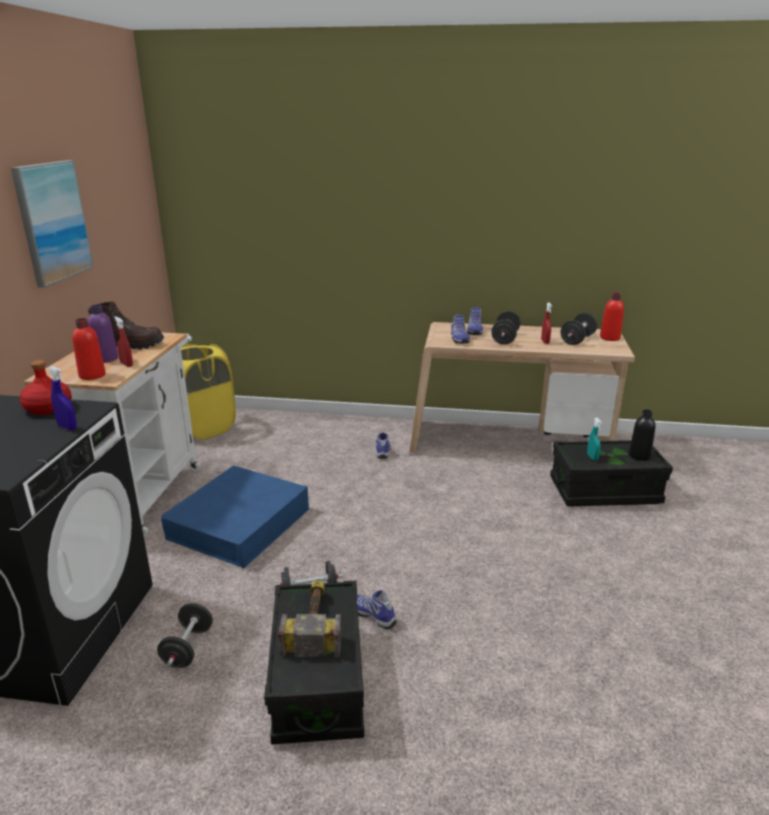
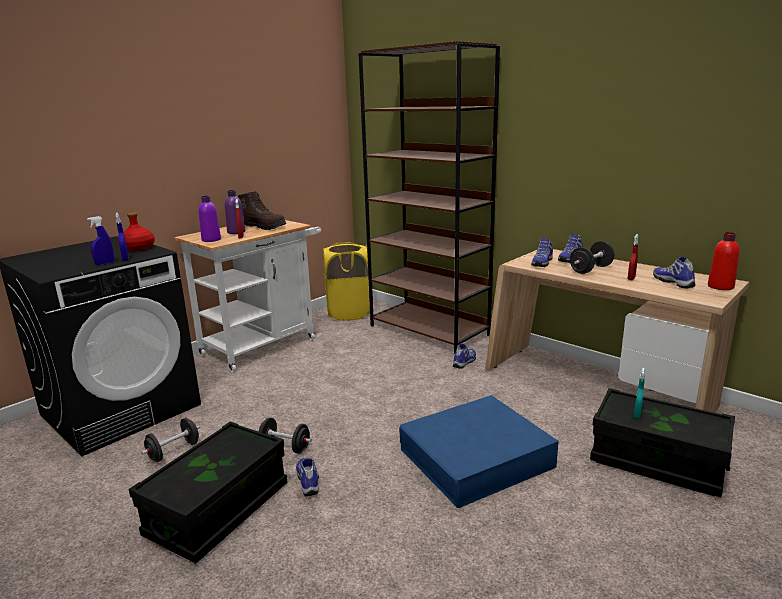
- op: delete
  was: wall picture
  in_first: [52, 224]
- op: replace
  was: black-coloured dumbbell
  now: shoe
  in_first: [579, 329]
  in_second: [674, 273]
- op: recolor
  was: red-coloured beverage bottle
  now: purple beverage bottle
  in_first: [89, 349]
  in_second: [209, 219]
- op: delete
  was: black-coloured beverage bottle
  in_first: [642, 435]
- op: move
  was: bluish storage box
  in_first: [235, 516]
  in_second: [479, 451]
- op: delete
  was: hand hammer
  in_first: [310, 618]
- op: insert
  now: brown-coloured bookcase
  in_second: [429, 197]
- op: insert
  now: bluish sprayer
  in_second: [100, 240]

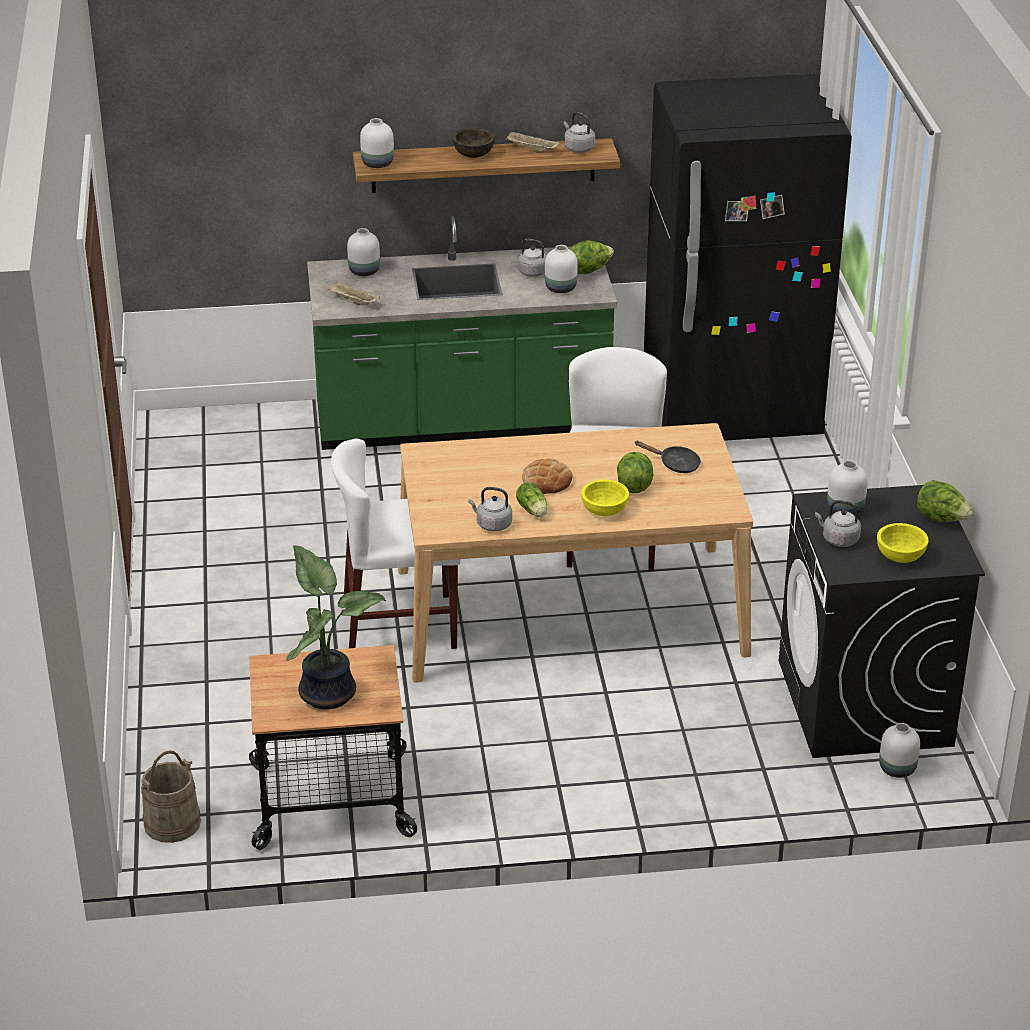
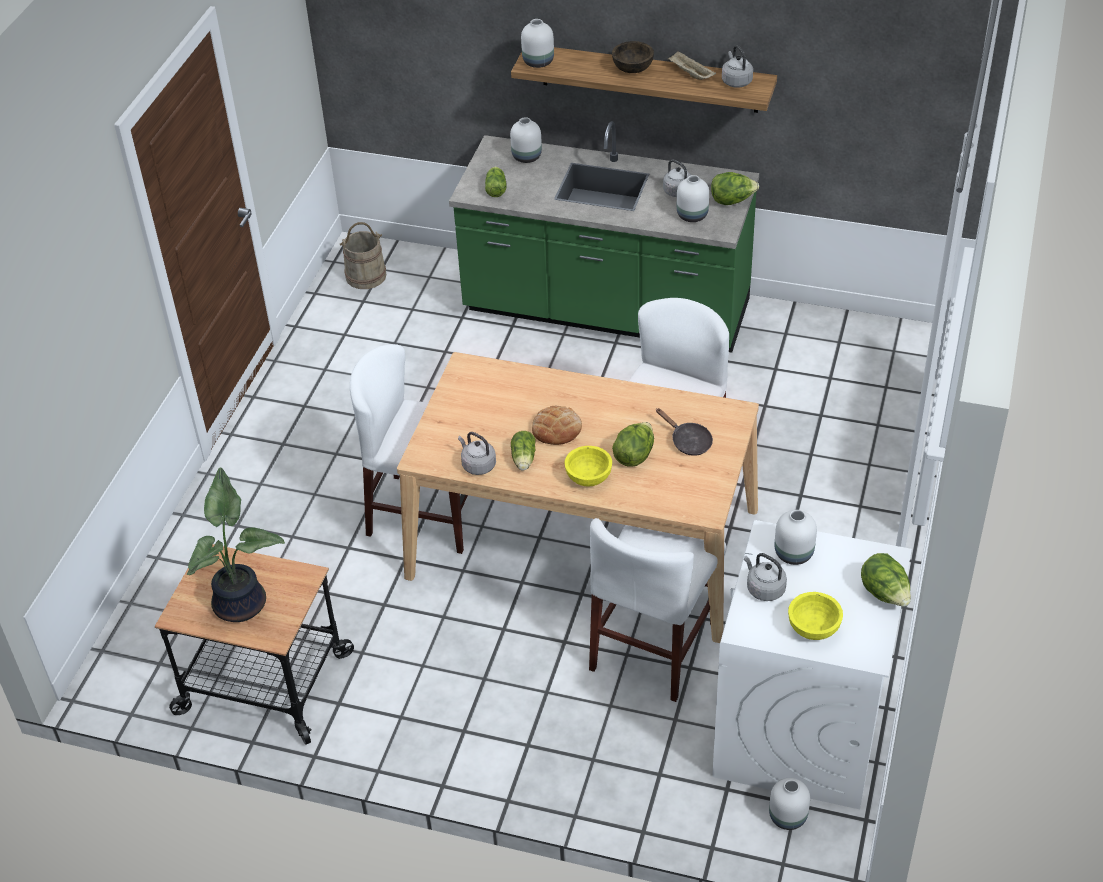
- op: delete
  was: black-coloured fridge
  in_first: [748, 257]
- op: replace
  was: beige-coloured serving tray
  now: head of lettuce
  in_first: [354, 293]
  in_second: [496, 182]
- op: recolor
  was: black-coloured laundry machine
  now: whitish laundry machine
  in_first: [881, 621]
  in_second: [812, 664]
- op: move
  was: beige-coloured pail
  in_first: [171, 796]
  in_second: [363, 255]
- op: insert
  now: whitish chair
  in_second: [657, 610]

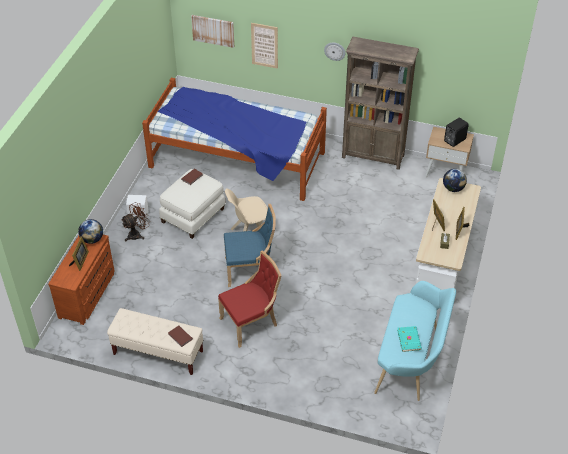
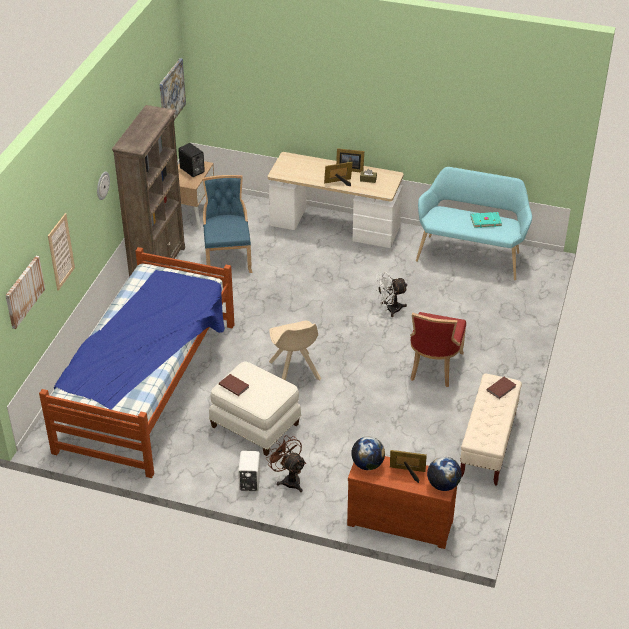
- op: move
  was: desk globe
  in_first: [455, 180]
  in_second: [444, 474]
- op: move
  was: bluish chair
  in_first: [250, 245]
  in_second: [227, 224]
- op: rotate
  was: red-coloured chair
  in_first: [250, 299]
  in_second: [438, 349]
  clockwise: -135
- op: insert
  now: wall picture
  in_second: [172, 89]
- op: insert
  now: whitish fan
  in_second: [392, 294]

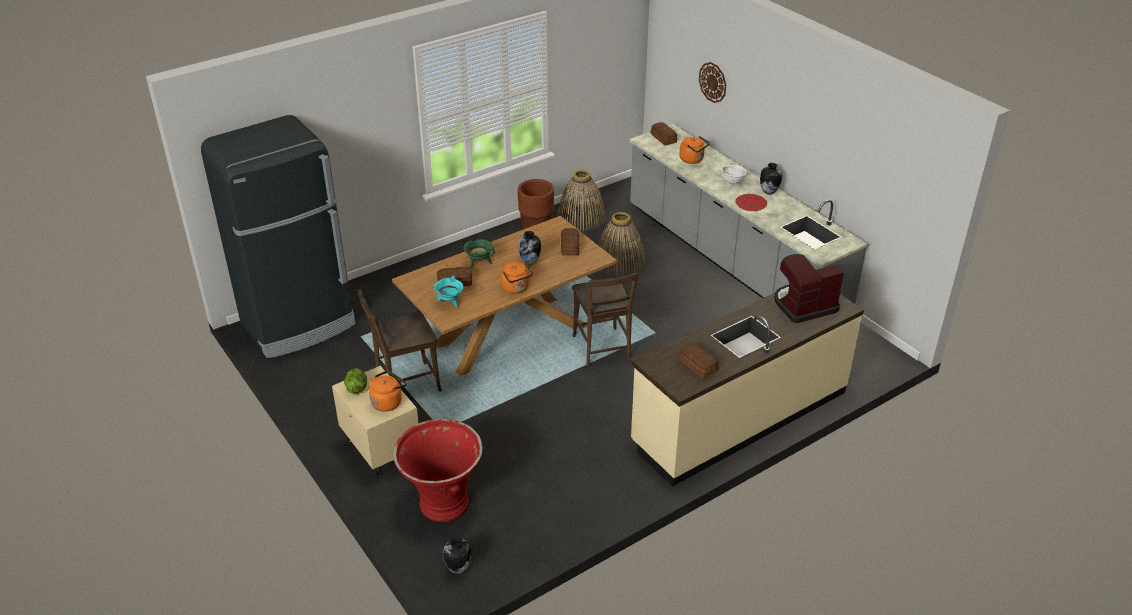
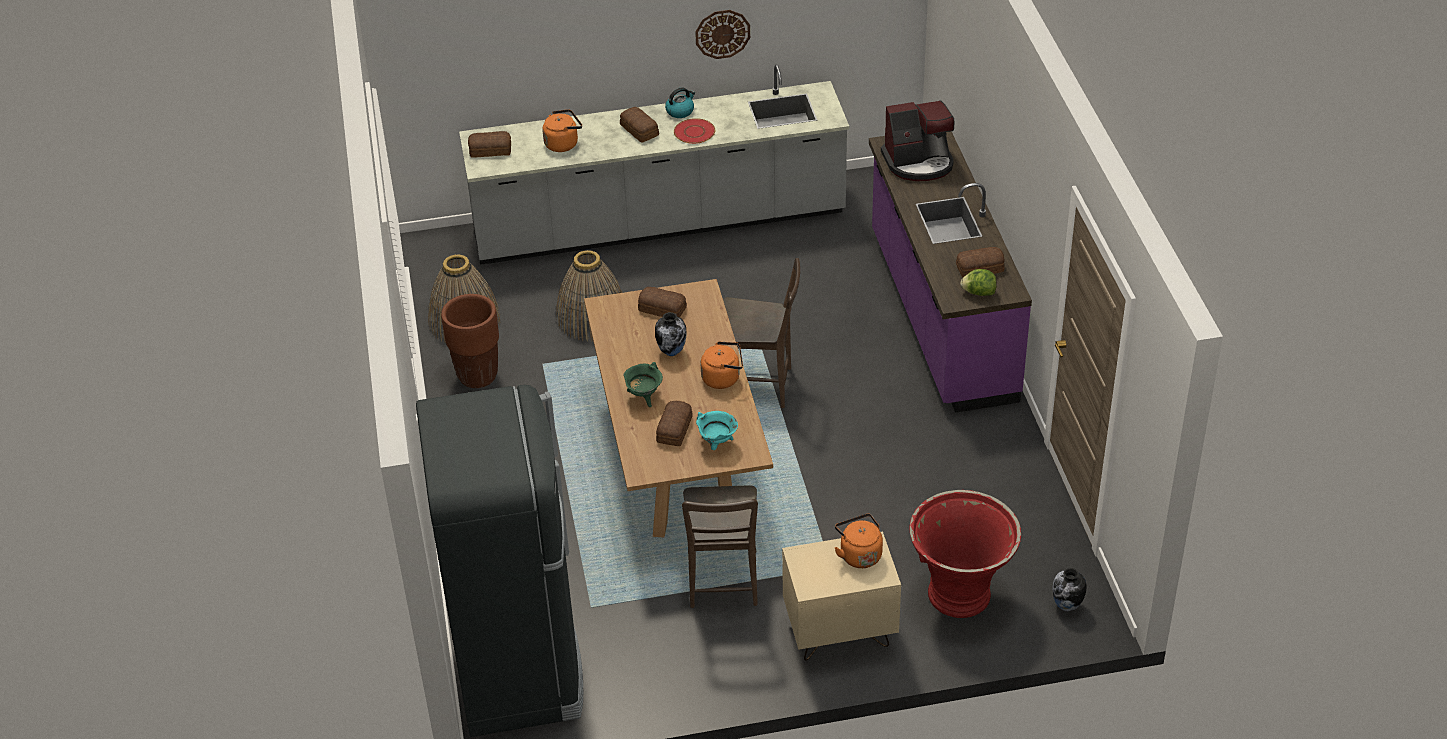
- op: move
  was: hanging clock
  in_first: [712, 82]
  in_second: [722, 34]
- op: replace
  was: decorative vase
  now: water kettle
  in_first: [771, 179]
  in_second: [680, 102]
- op: replace
  was: whitish deep dish
  now: baked bread
  in_first: [733, 174]
  in_second: [639, 125]
- op: rotate
  was: coffee maker
  in_first: [809, 288]
  in_second: [918, 140]
  clockwise: -105
- op: recolor
  was: beige-coloured kitchen counter
  now: purple kitchen counter
  in_first: [747, 390]
  in_second: [950, 272]
- op: move
  was: head of lettuce
  in_first: [355, 381]
  in_second: [978, 282]

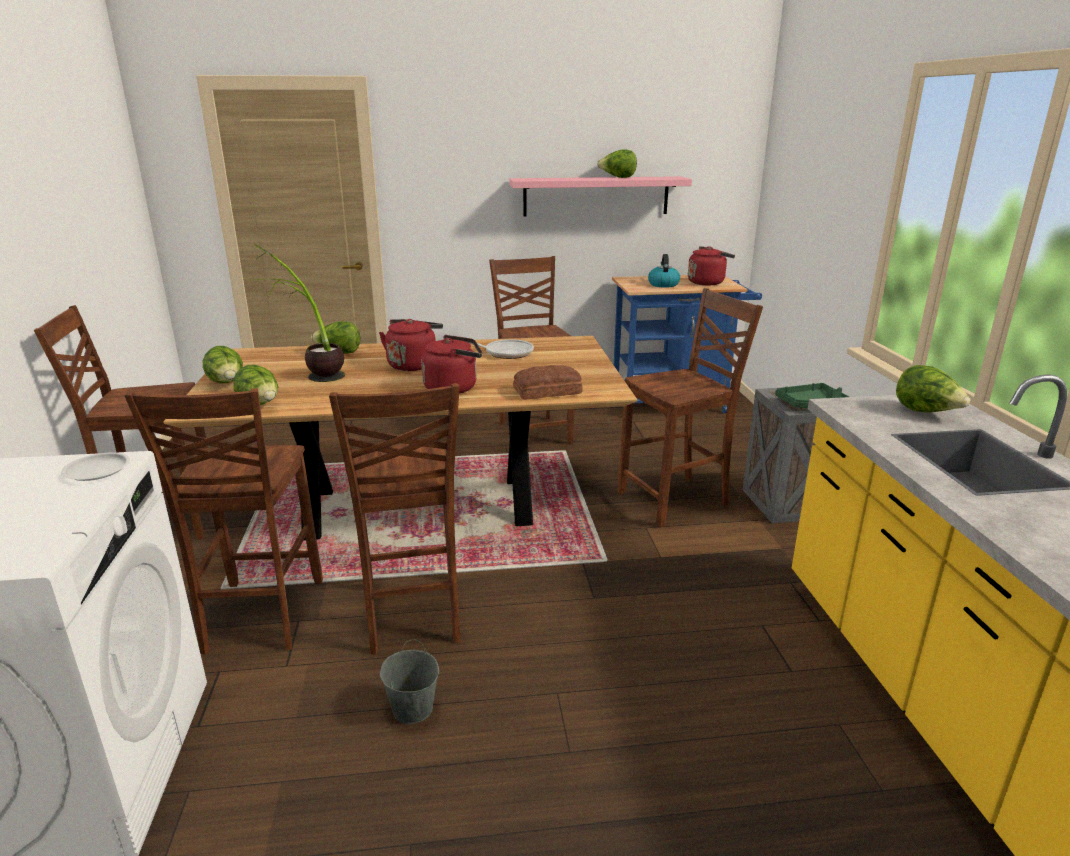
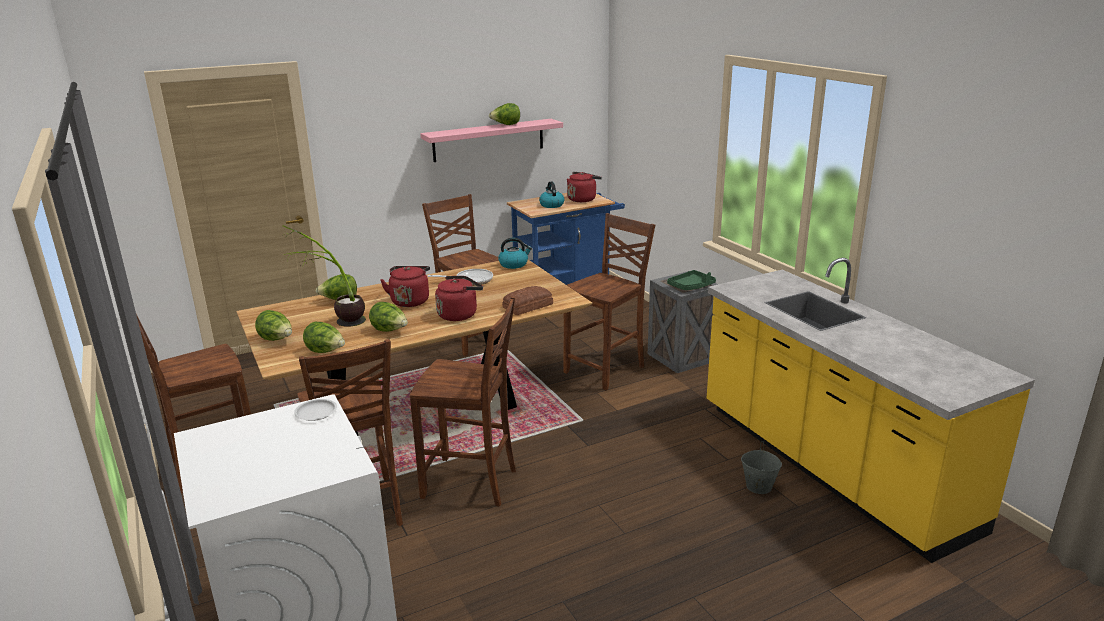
- op: move
  was: head of lettuce
  in_first: [933, 388]
  in_second: [388, 317]
- op: rotate
  was: brown-coloured chair
  in_first: [395, 519]
  in_second: [463, 401]
  clockwise: -45
- op: move
  was: grey pail
  in_first: [409, 681]
  in_second: [761, 467]
- op: insert
  now: water kettle
  in_second: [515, 253]

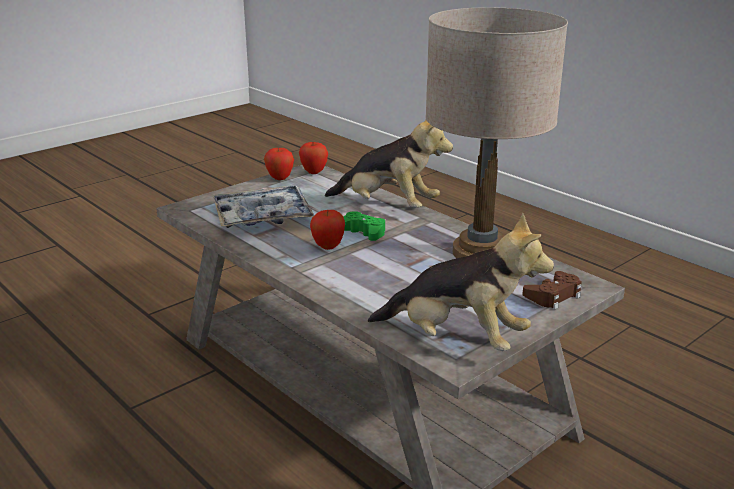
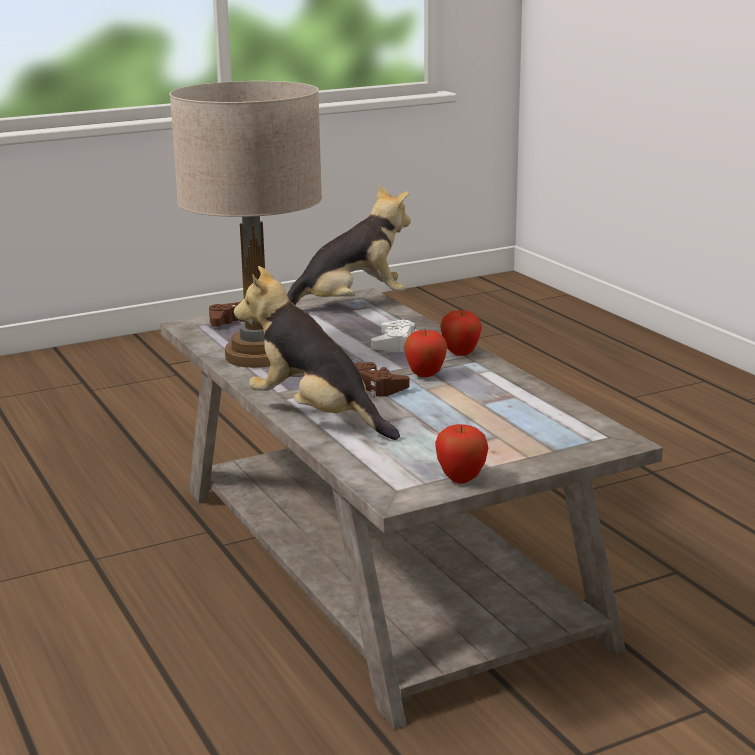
- op: move
  was: apple fruit
  in_first: [313, 158]
  in_second: [461, 332]
- op: delete
  was: serving tray
  in_first: [263, 207]
- op: recolor
  was: green-coloured game controller
  now: brown-coloured game controller
  in_first: [364, 226]
  in_second: [381, 380]
- op: rotate
  was: plush toy
  in_first: [461, 282]
  in_second: [349, 245]
  clockwise: 120
- op: insert
  now: whitish game controller
  in_second: [393, 336]

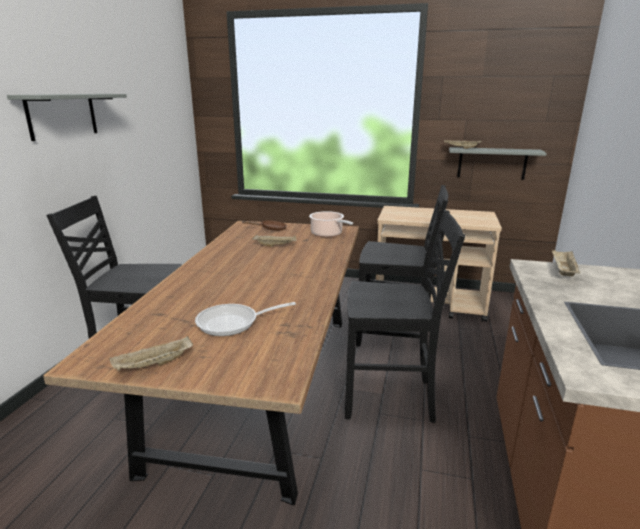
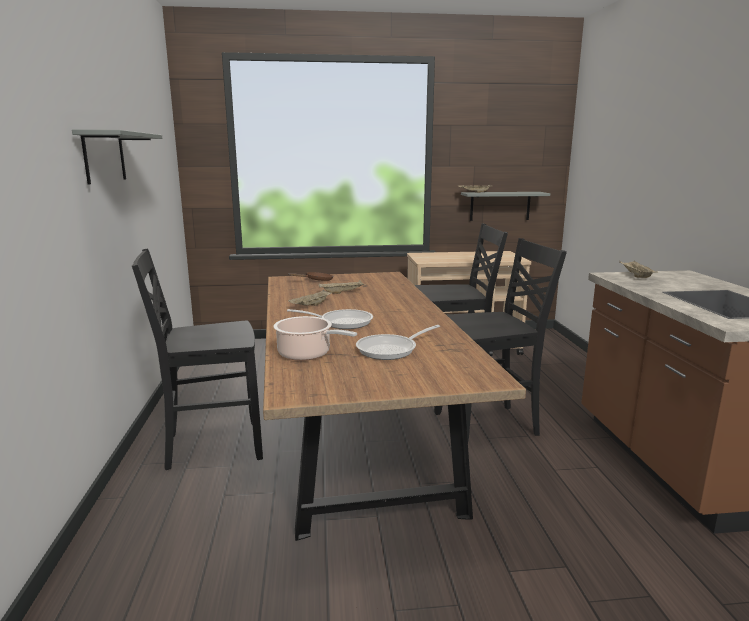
- op: move
  was: cooking pot
  in_first: [331, 224]
  in_second: [315, 338]
- op: move
  was: beige-coloured serving tray
  in_first: [151, 353]
  in_second: [310, 298]
- op: insert
  now: skillet
  in_second: [330, 319]

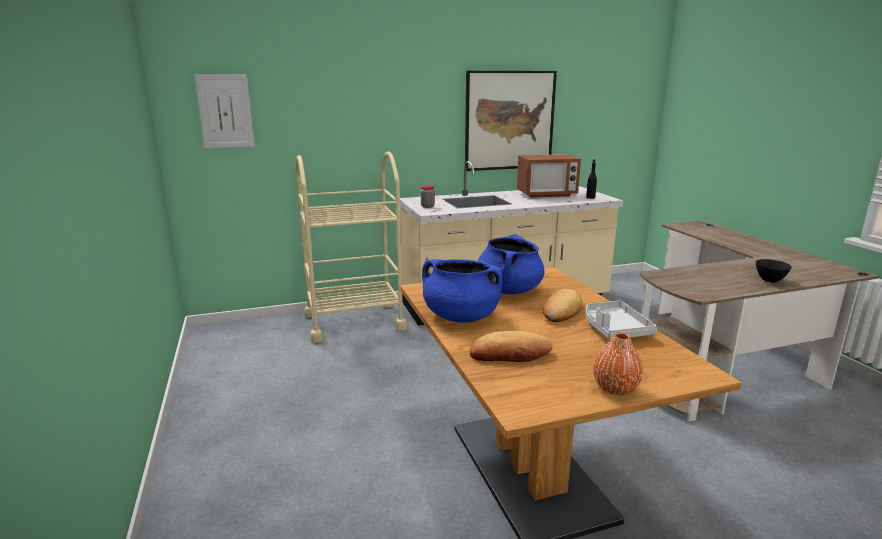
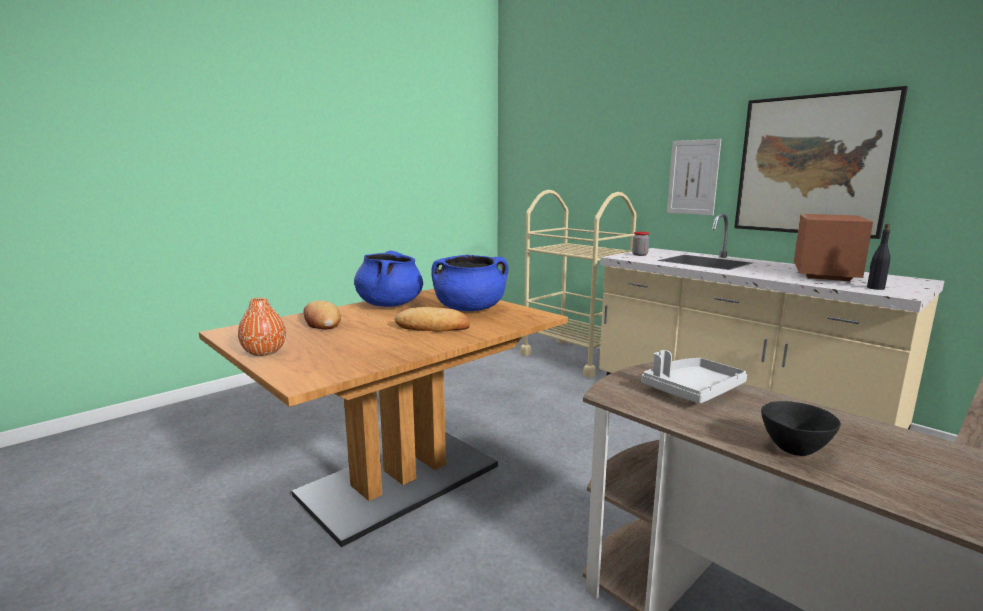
- op: move
  was: wall picture
  in_first: [224, 111]
  in_second: [694, 177]
- op: rotate
  was: kitchen microwave
  in_first: [549, 176]
  in_second: [833, 247]
  clockwise: -120
- op: move
  was: grey serving tray
  in_first: [621, 320]
  in_second: [694, 377]

